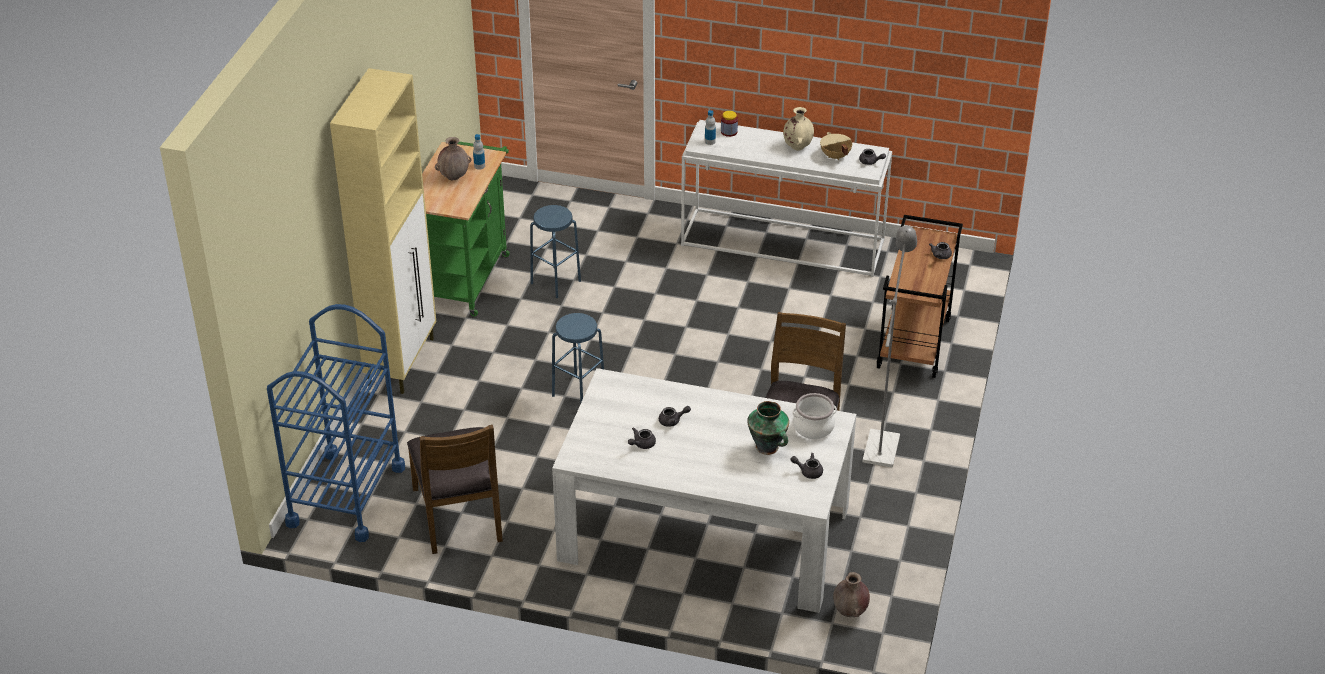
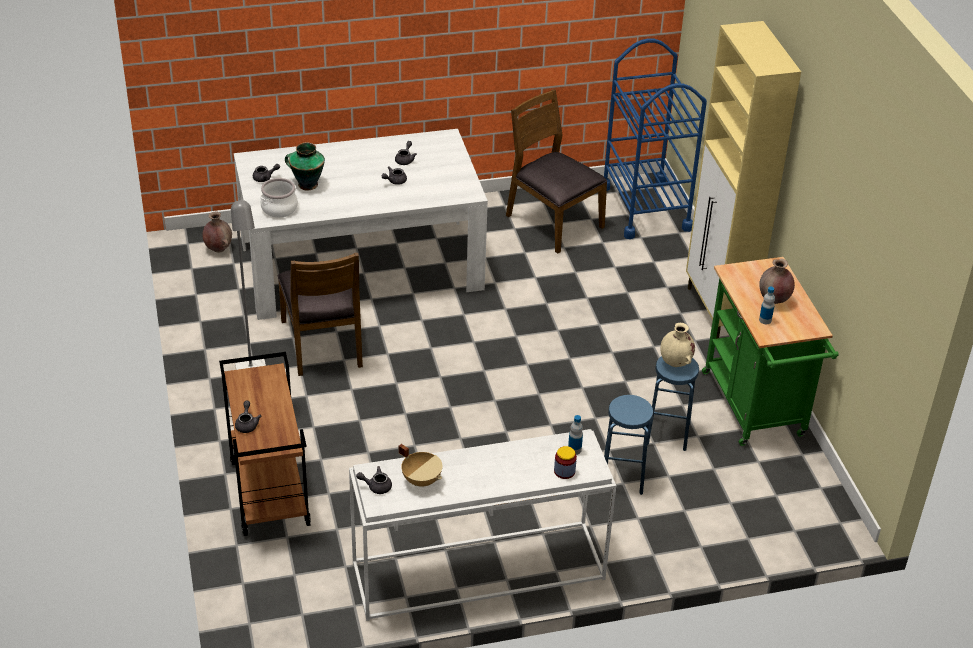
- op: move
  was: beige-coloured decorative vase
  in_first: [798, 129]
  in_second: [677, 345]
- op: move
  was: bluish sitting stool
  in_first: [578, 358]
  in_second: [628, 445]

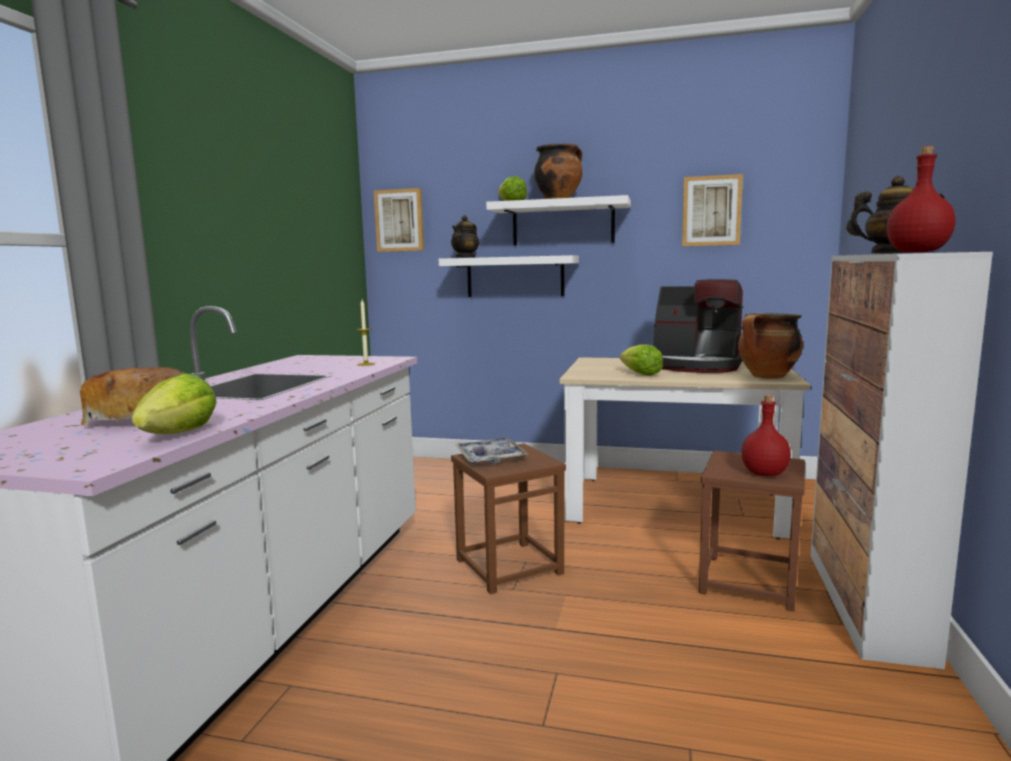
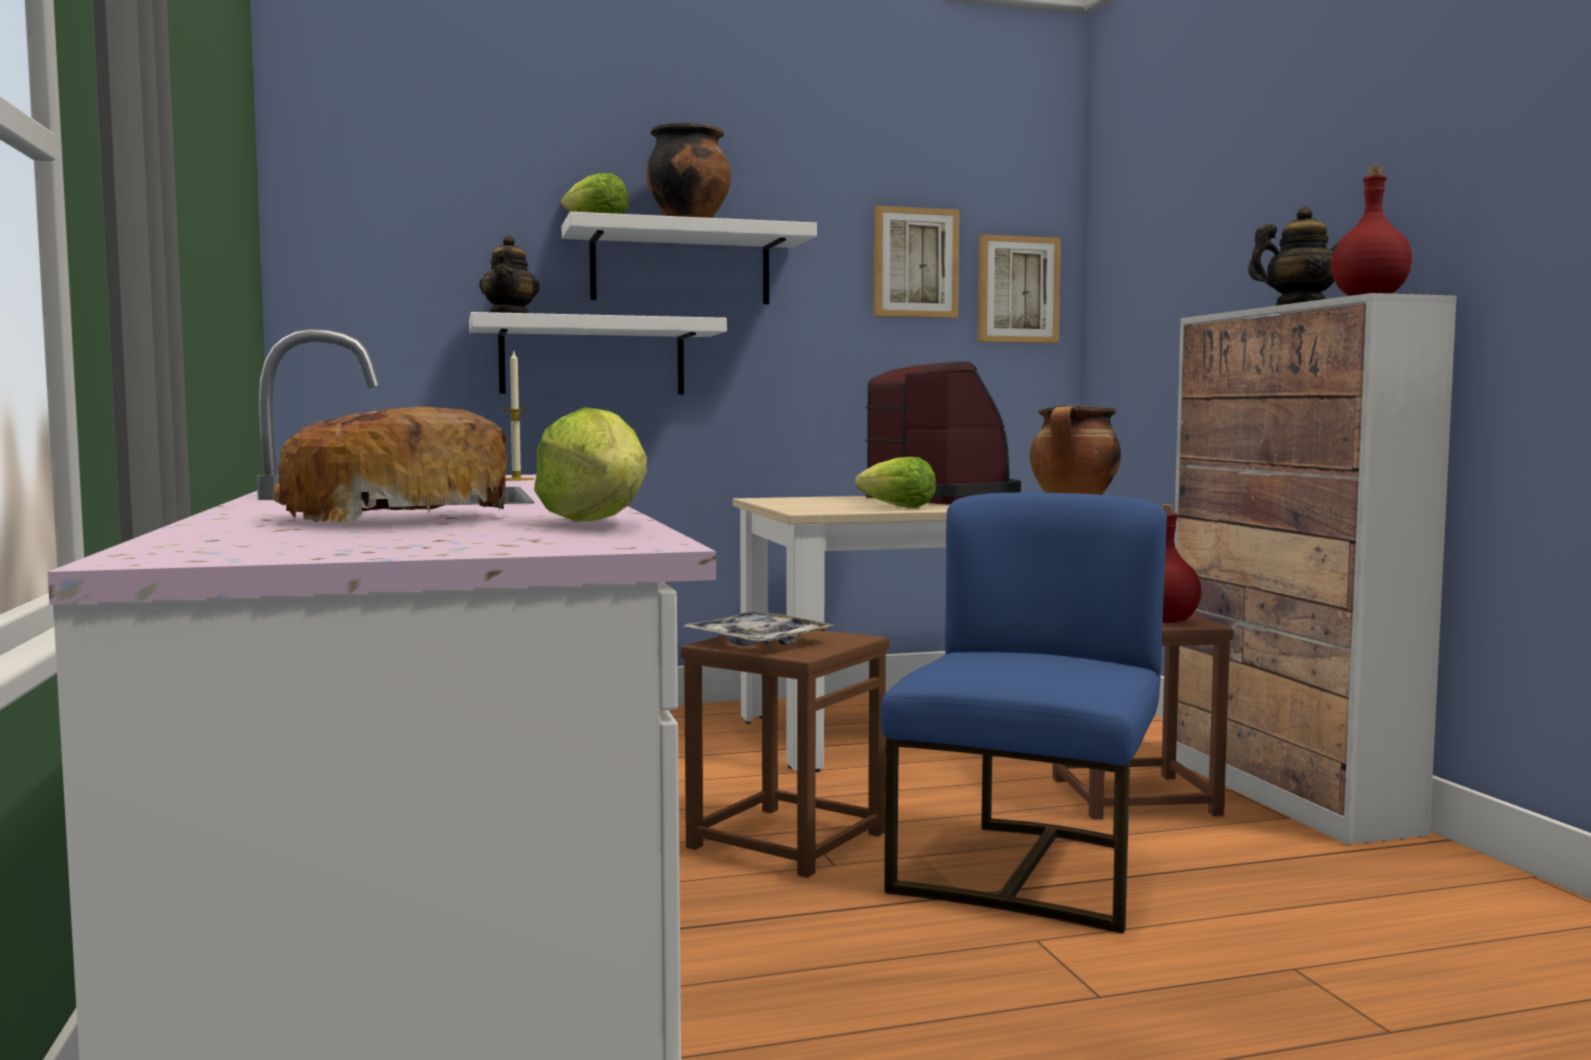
- op: move
  was: wall picture
  in_first: [399, 220]
  in_second: [1019, 288]
- op: rotate
  was: coffee maker
  in_first: [699, 326]
  in_second: [943, 432]
  clockwise: -120
- op: insert
  now: bluish chair
  in_second: [1023, 713]

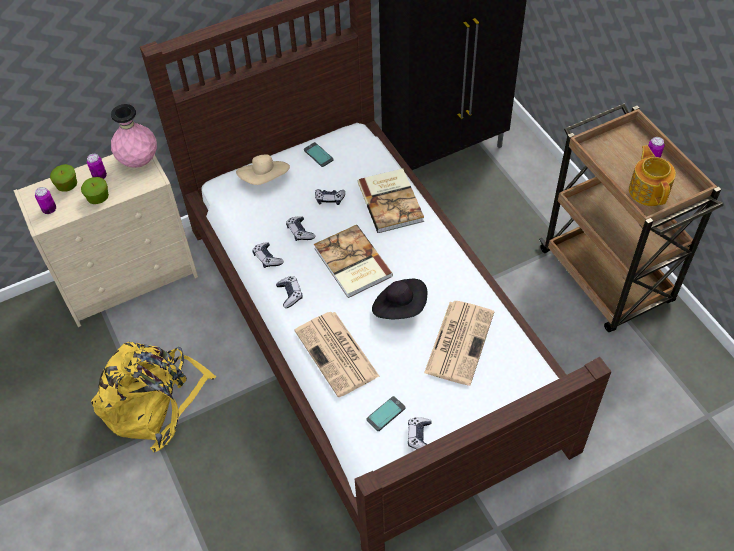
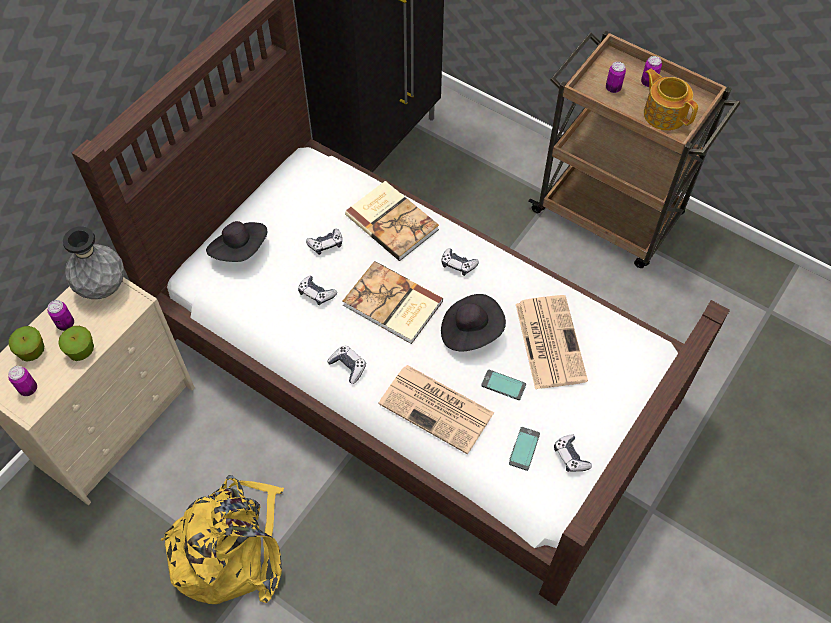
- op: recolor
  was: pink-coloured decorative vase
  now: grey decorative vase
  in_first: [134, 136]
  in_second: [93, 262]
- op: move
  was: handset
  in_first: [319, 154]
  in_second: [503, 385]
- op: recolor
  was: beige-coloured wearable hat
  now: black-coloured wearable hat
  in_first: [263, 169]
  in_second: [236, 241]
- op: move
  was: game controller
  in_first: [268, 255]
  in_second: [460, 262]
- op: insert
  now: metal can
  in_second: [616, 77]

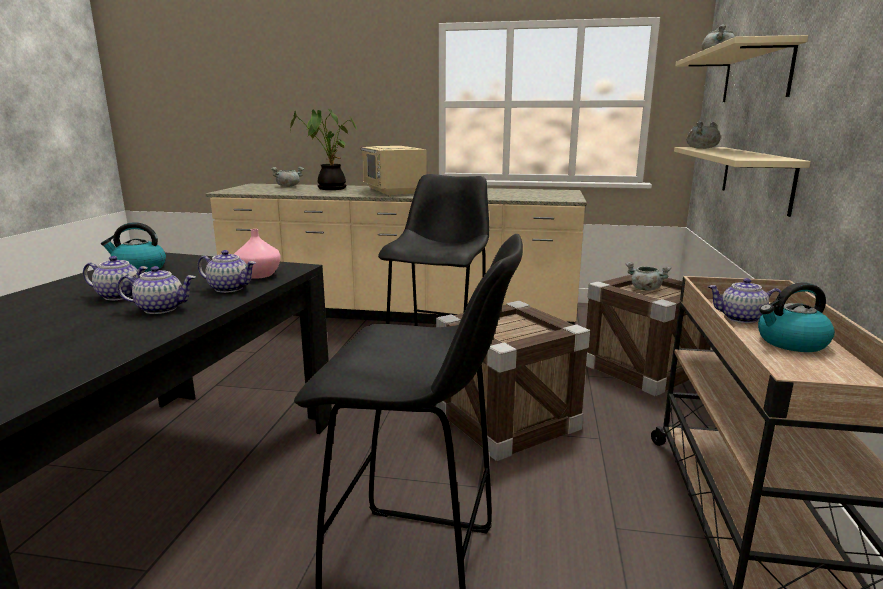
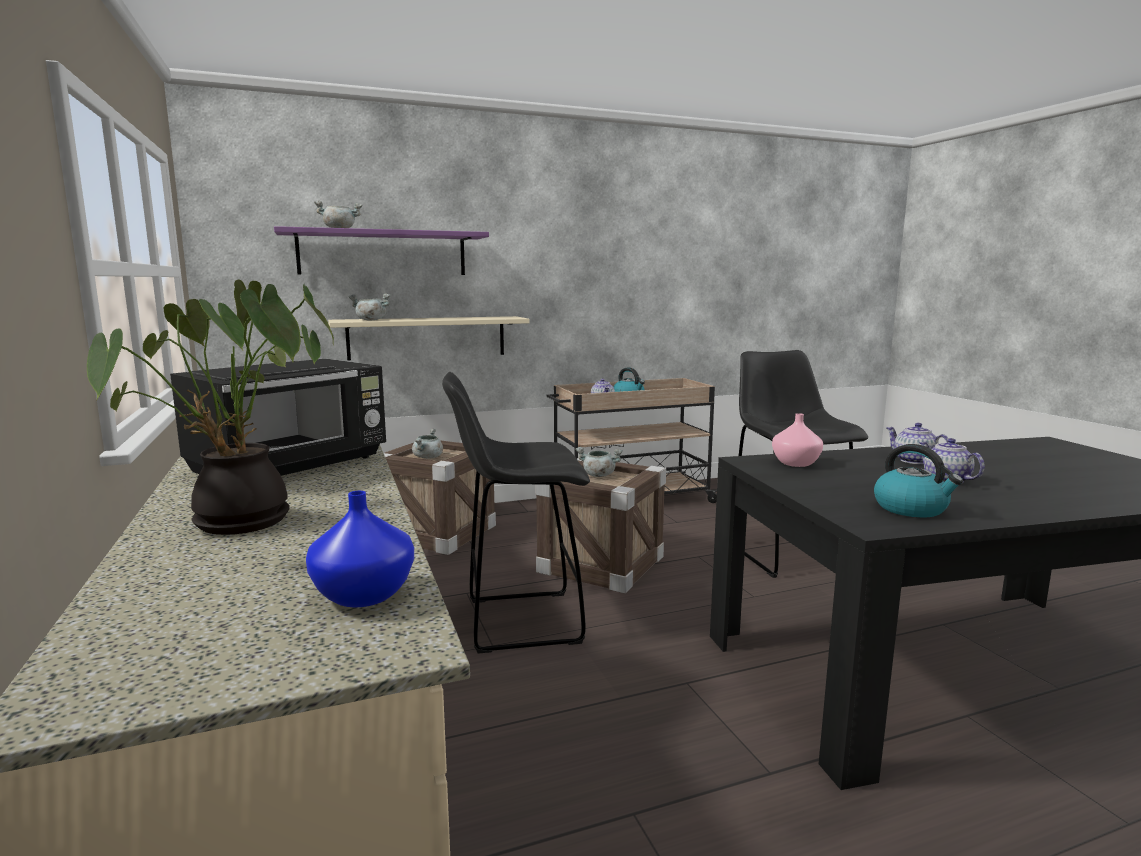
- op: recolor
  was: beige-coloured shelf
  now: purple shelf
  in_first: [741, 68]
  in_second: [381, 250]
- op: recolor
  was: beige-coloured kitchen microwave
  now: black-coloured kitchen microwave
  in_first: [394, 171]
  in_second: [278, 417]
- op: move
  was: grey cooking pot
  in_first: [287, 177]
  in_second: [599, 462]
- op: delete
  was: tea pot
  in_first: [227, 271]
- op: insert
  now: bluish decorative vase
  in_second: [360, 549]

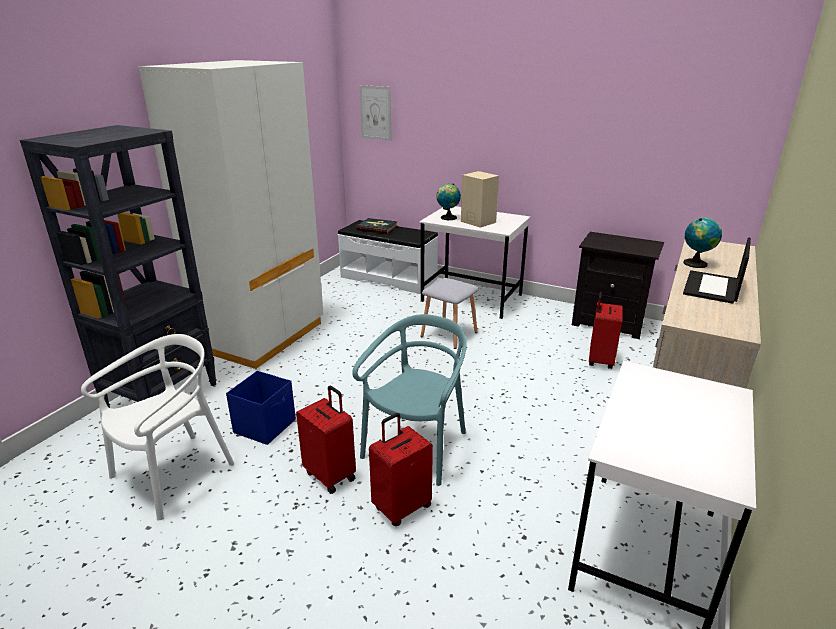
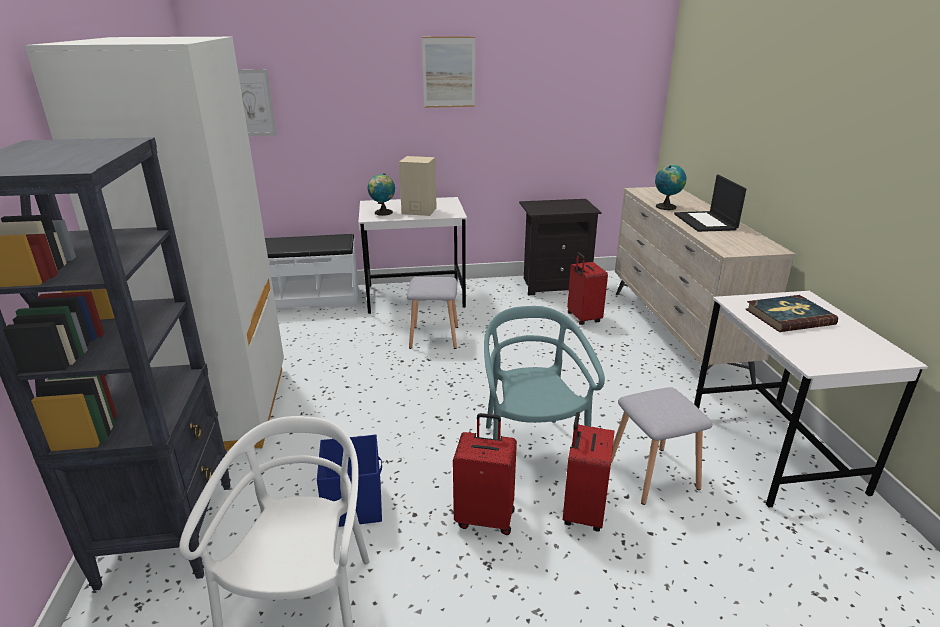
- op: move
  was: book
  in_first: [377, 226]
  in_second: [791, 313]
- op: insert
  now: wall picture
  in_second: [448, 72]
- op: insert
  now: grey sitting stool
  in_second: [662, 446]

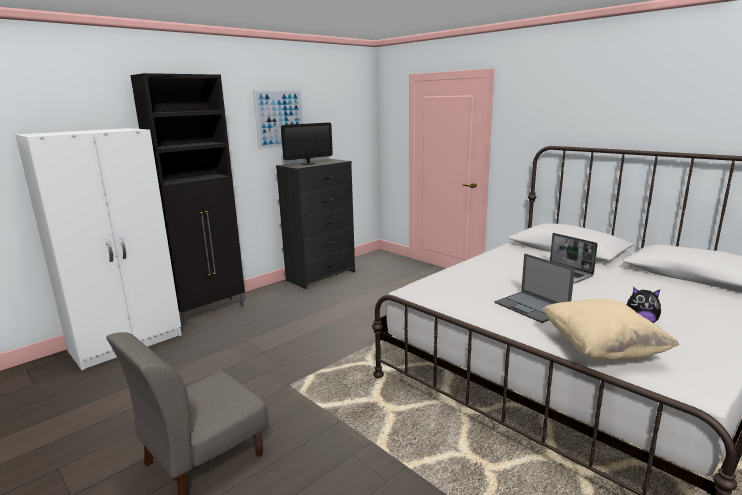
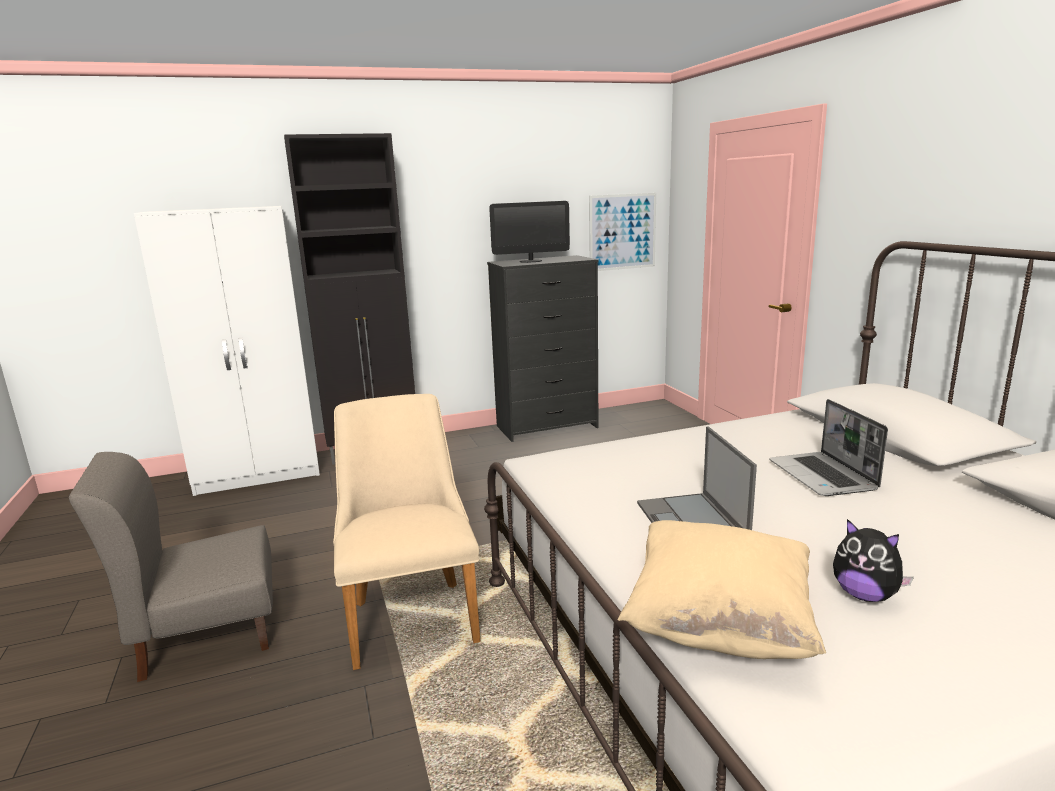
- op: move
  was: wall picture
  in_first: [278, 120]
  in_second: [622, 232]
- op: insert
  now: beige-coloured chair
  in_second: [407, 532]

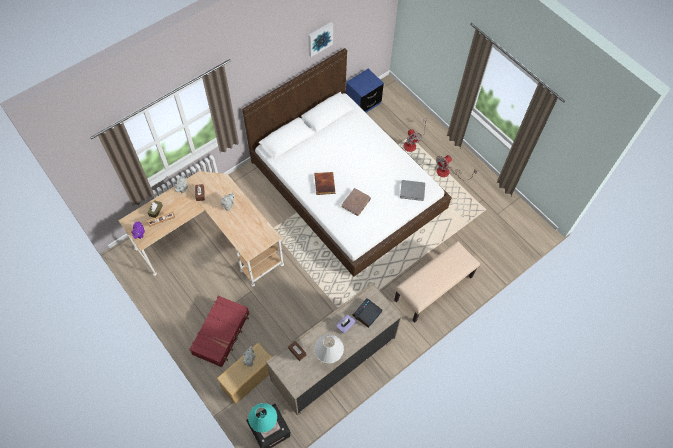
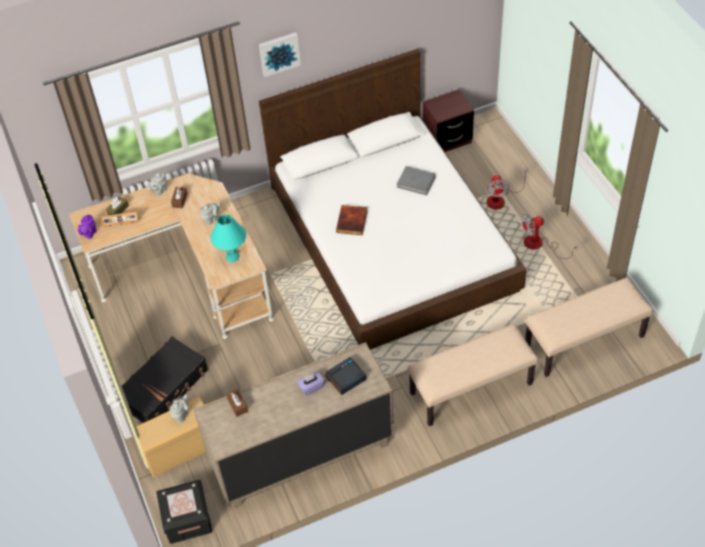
- op: move
  was: wall picture
  in_first: [320, 39]
  in_second: [280, 54]
- op: recolor
  was: bluish nightstand
  now: brown-coloured nightstand
  in_first: [365, 90]
  in_second: [448, 120]
- op: move
  was: grey book
  in_first: [412, 190]
  in_second: [416, 180]
- op: delete
  was: brown-coloured book
  in_first: [356, 202]
- op: recolor
  was: red-coloured piece of luggage
  now: black-coloured piece of luggage
  in_first: [219, 331]
  in_second: [163, 379]
- op: delete
  was: whitish lamp for a table
  in_first: [329, 349]
- op: move
  was: blue-green lamp for a table
  in_first: [262, 417]
  in_second: [228, 238]
- op: insert
  now: beige-coloured bench
  in_second: [589, 327]

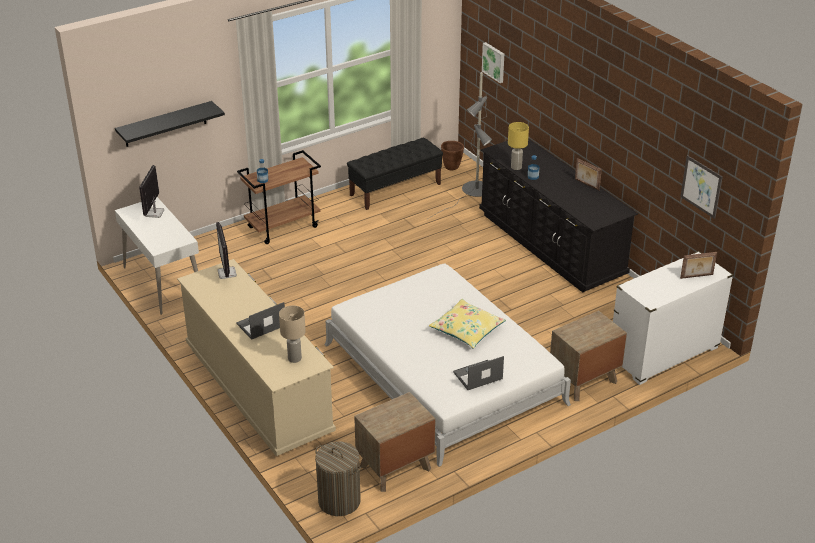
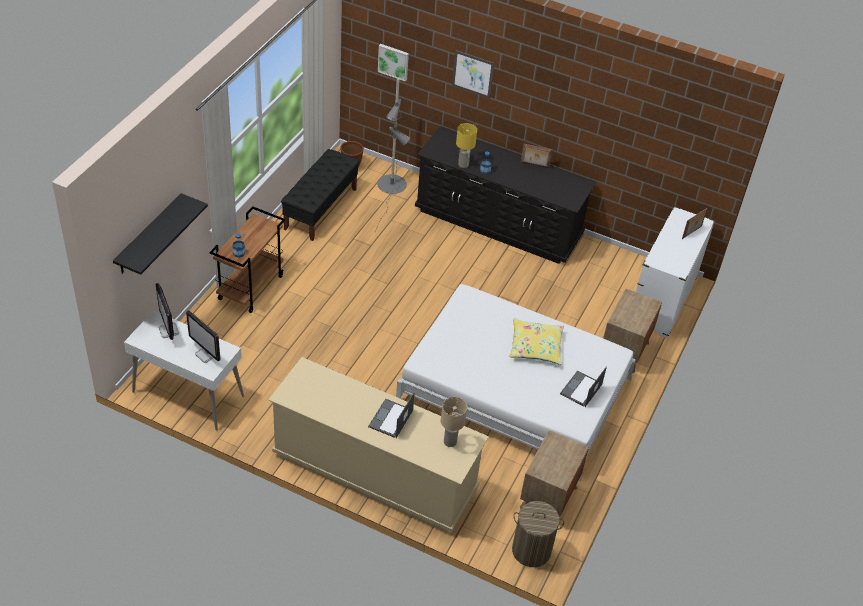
- op: move
  was: wall picture
  in_first: [701, 187]
  in_second: [473, 74]
- op: move
  was: computer display
  in_first: [226, 250]
  in_second: [203, 336]

